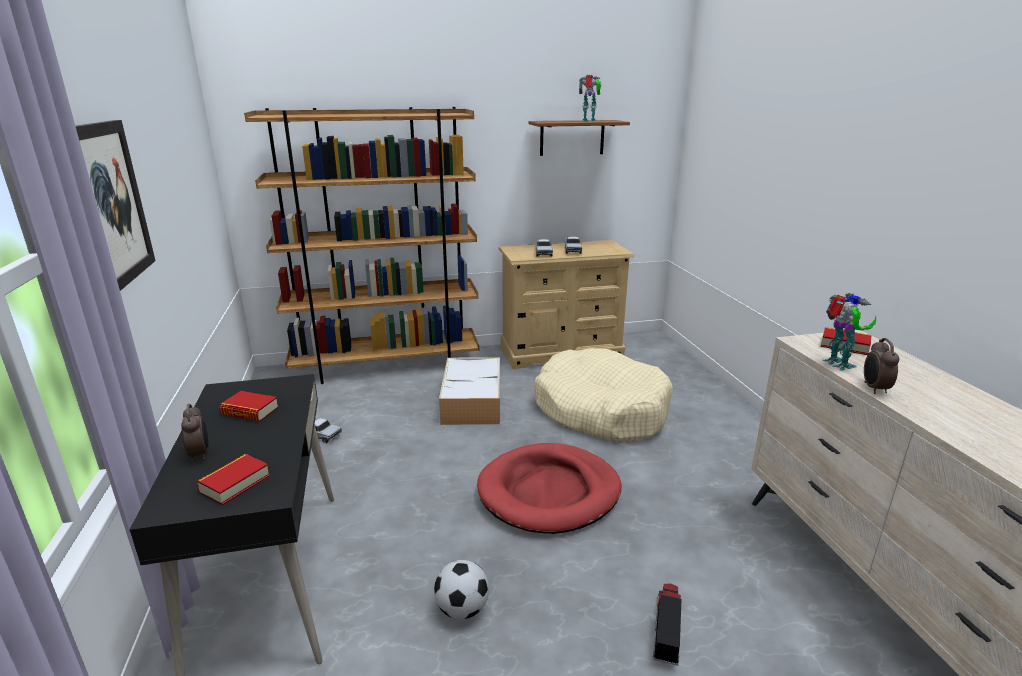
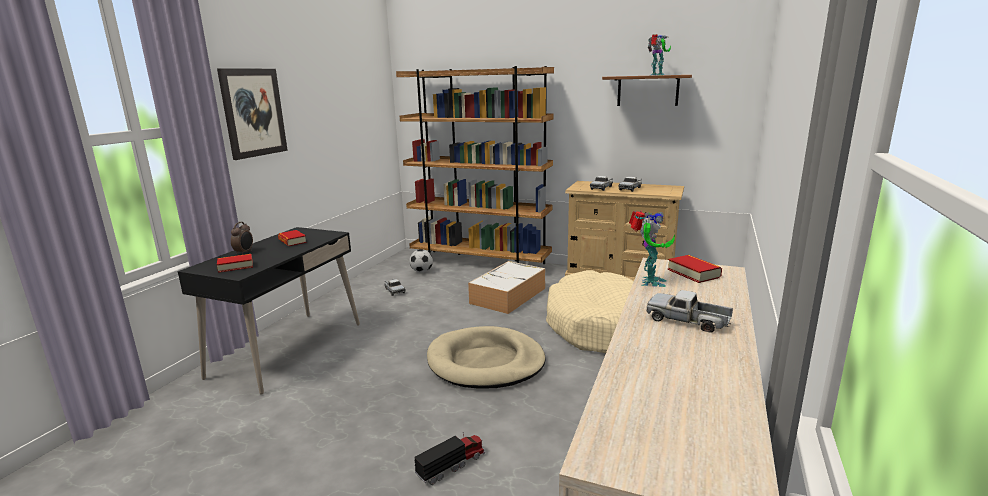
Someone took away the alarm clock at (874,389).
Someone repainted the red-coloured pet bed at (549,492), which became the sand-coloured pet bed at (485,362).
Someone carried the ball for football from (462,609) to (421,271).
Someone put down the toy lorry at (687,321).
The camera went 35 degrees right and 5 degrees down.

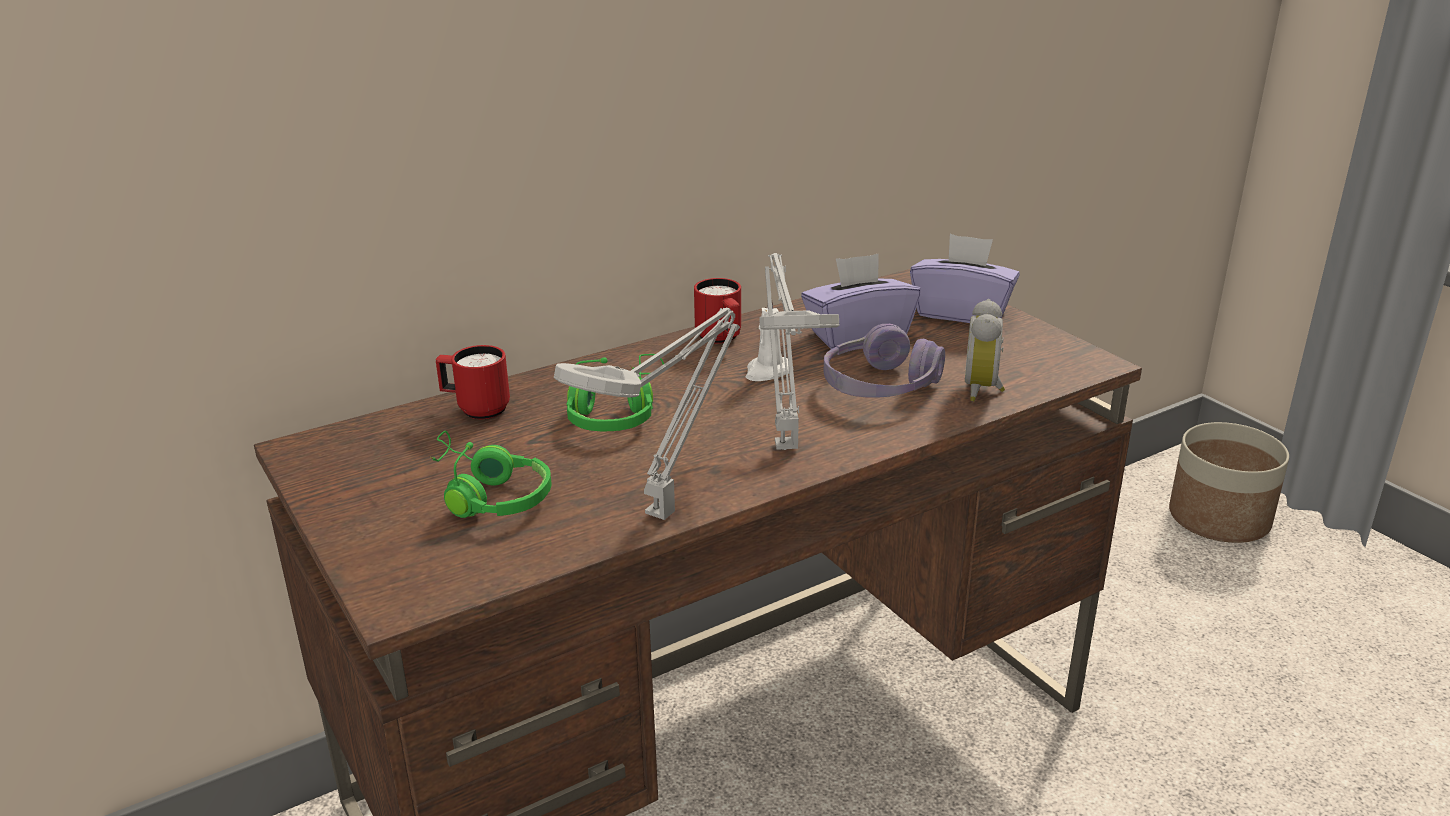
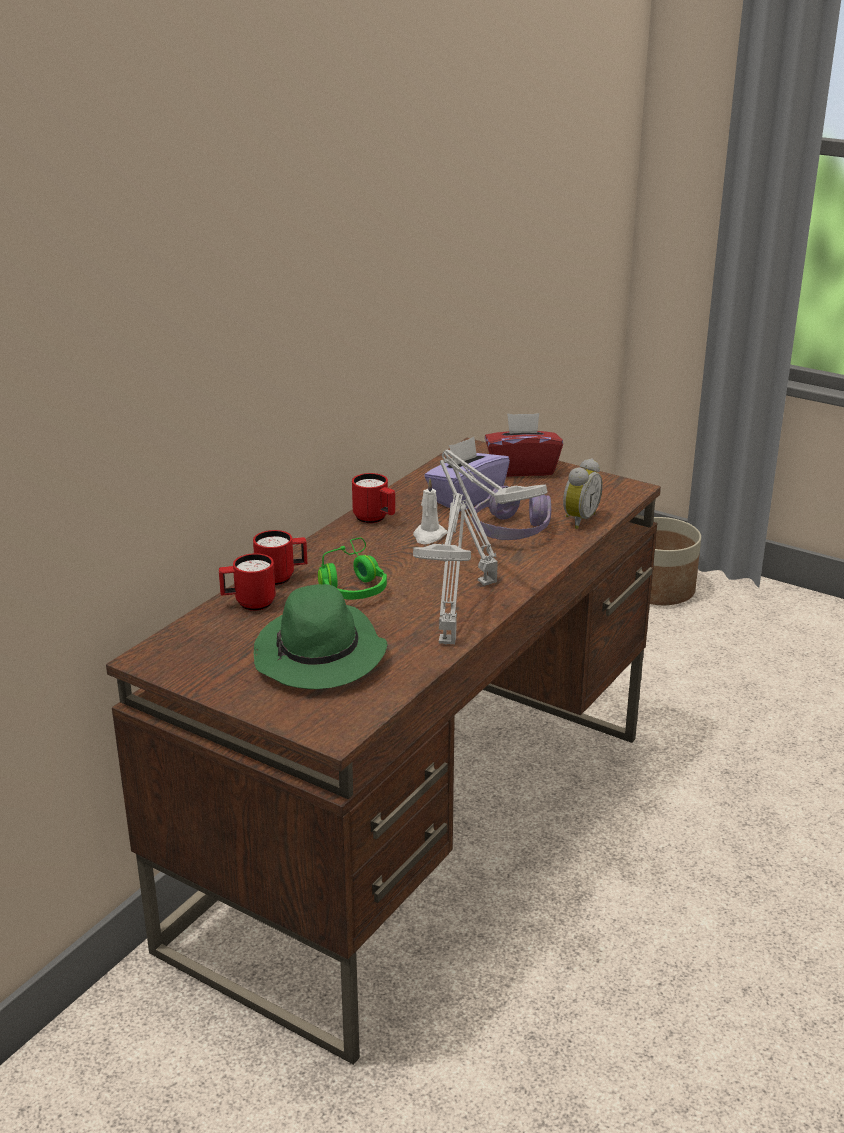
Someone repainted the purplish tissue box at (962,313), which became the red-coloured tissue box at (521,469).
Someone rotated the alarm clock at (984,390) by 135 degrees counterclockwise.
Someone swapped the greenish headset at (487,494) for the greenish wearable hat at (320,656).
Someone put down the red-coloured tea mug at (281,577).
The camera went 25 degrees left and 0 degrees up.

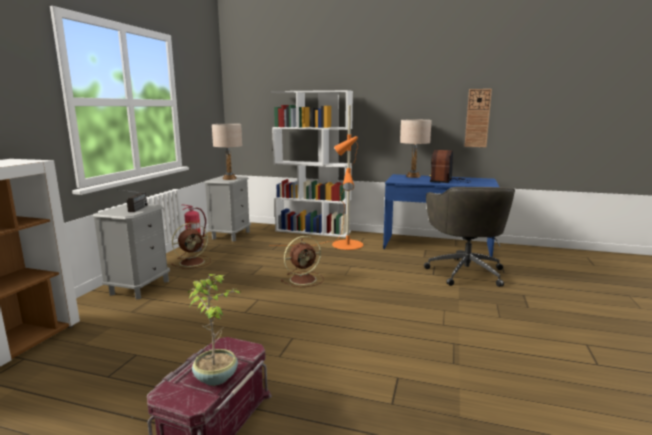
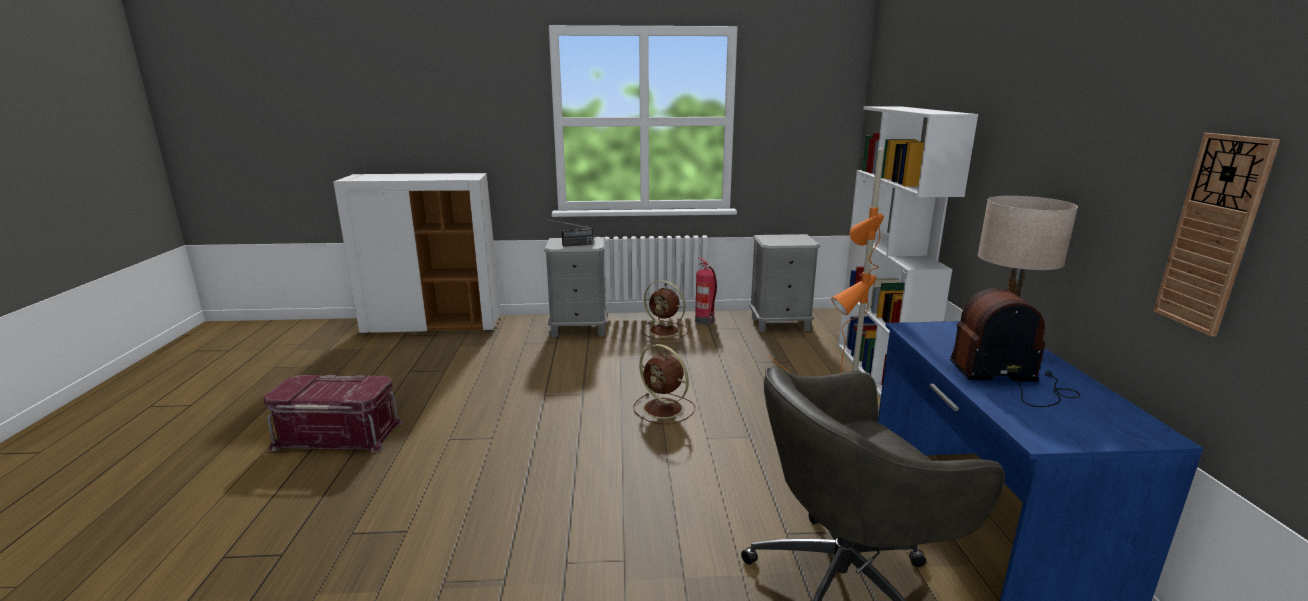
Someone took away the sand-coloured table lamp at (229,178).
Someone took away the plant in a pot at (216,377).
The camera went 70 degrees right and 5 degrees up.

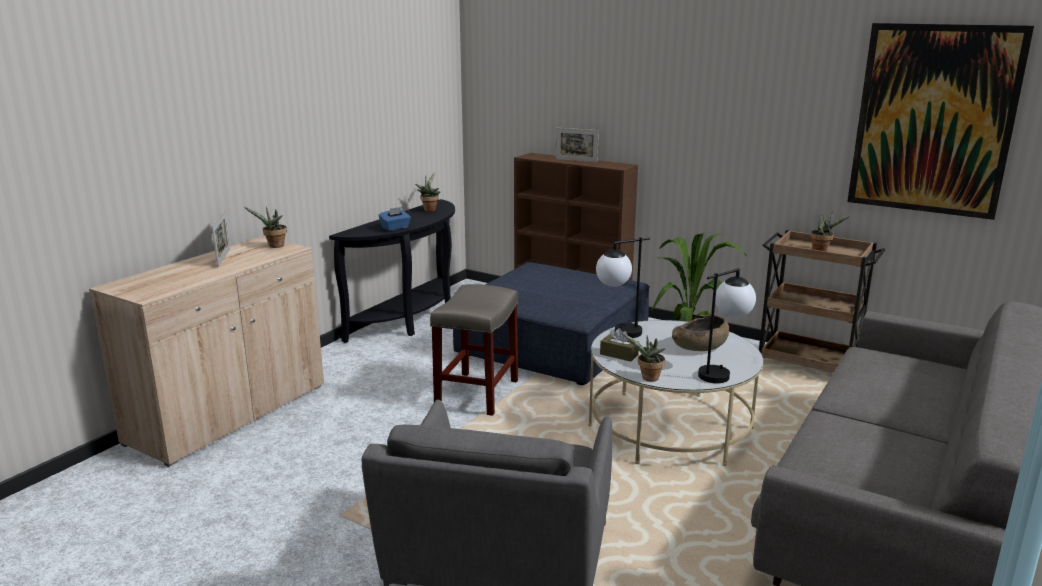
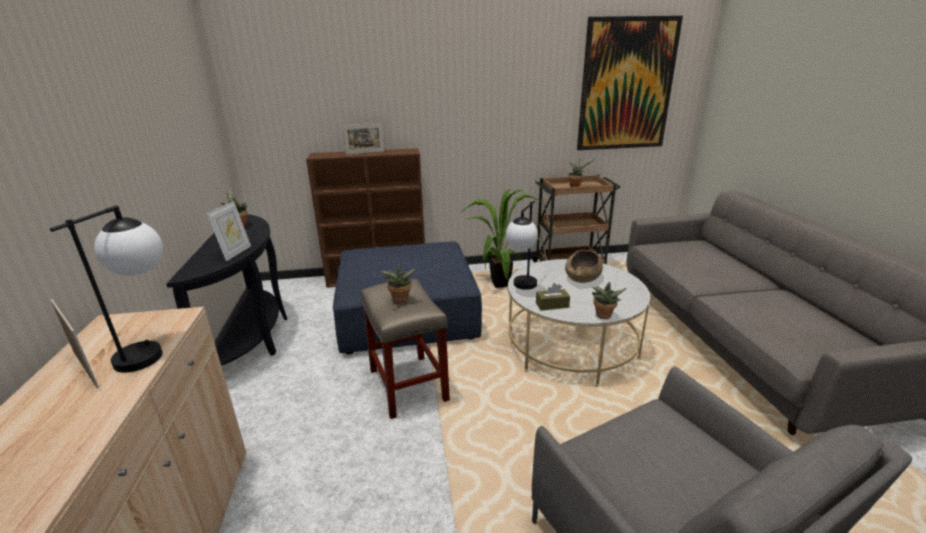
Someone carried the plant in a pot from (274,246) to (400,301).
Someone swapped the blue tissue box at (395,228) for the standing frame at (235,253).
Someone carried the table lamp from (722,373) to (152,349).
The camera went 40 degrees left and 5 degrees up.

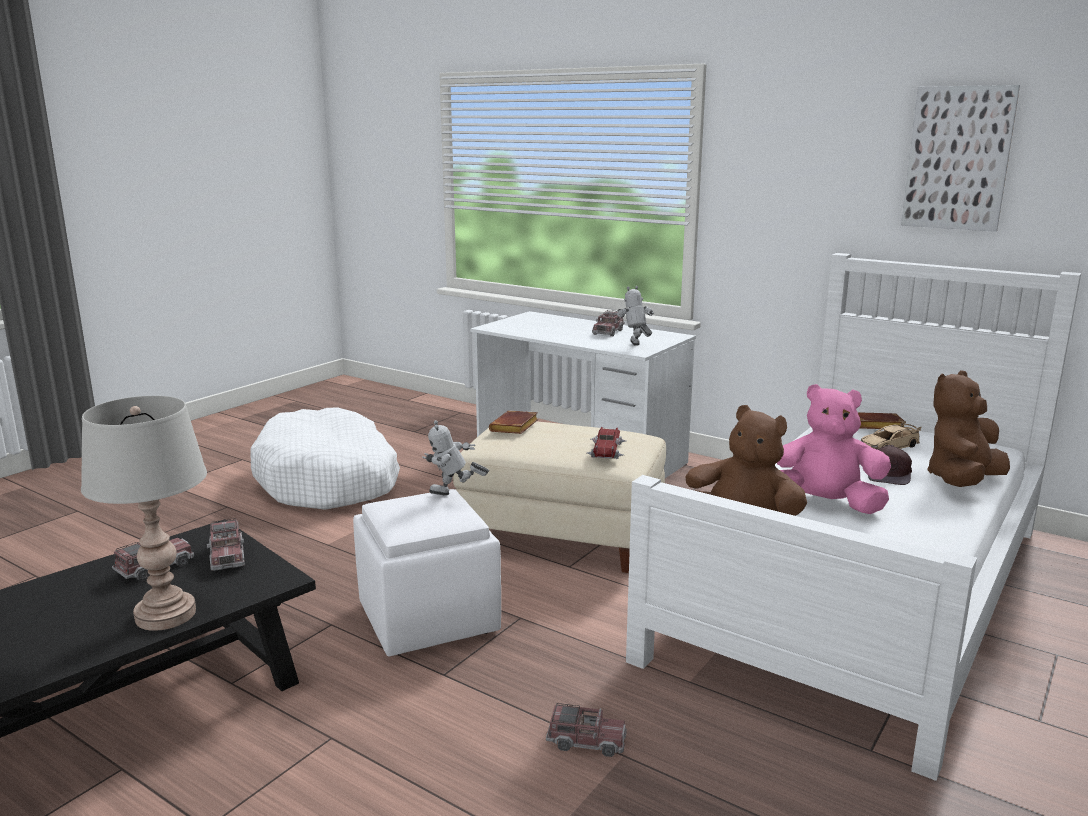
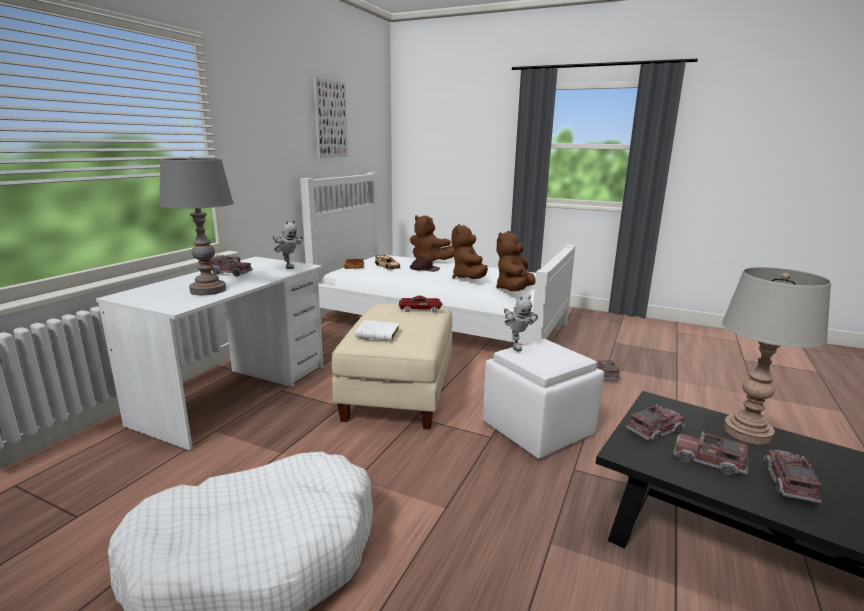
Someone rotated the toy robot at (636,346) by 105 degrees counterclockwise.
Someone repainted the pink-coloured plush toy at (824,504), which became the brown-coloured plush toy at (469,278).
Someone repainted the brown-coloured book at (515,427), which became the white book at (379,334).
Someone put down the gray table lamp at (208,290).
Someone put down the toy lorry at (788,484).
The camera went 100 degrees left and 0 degrees up.

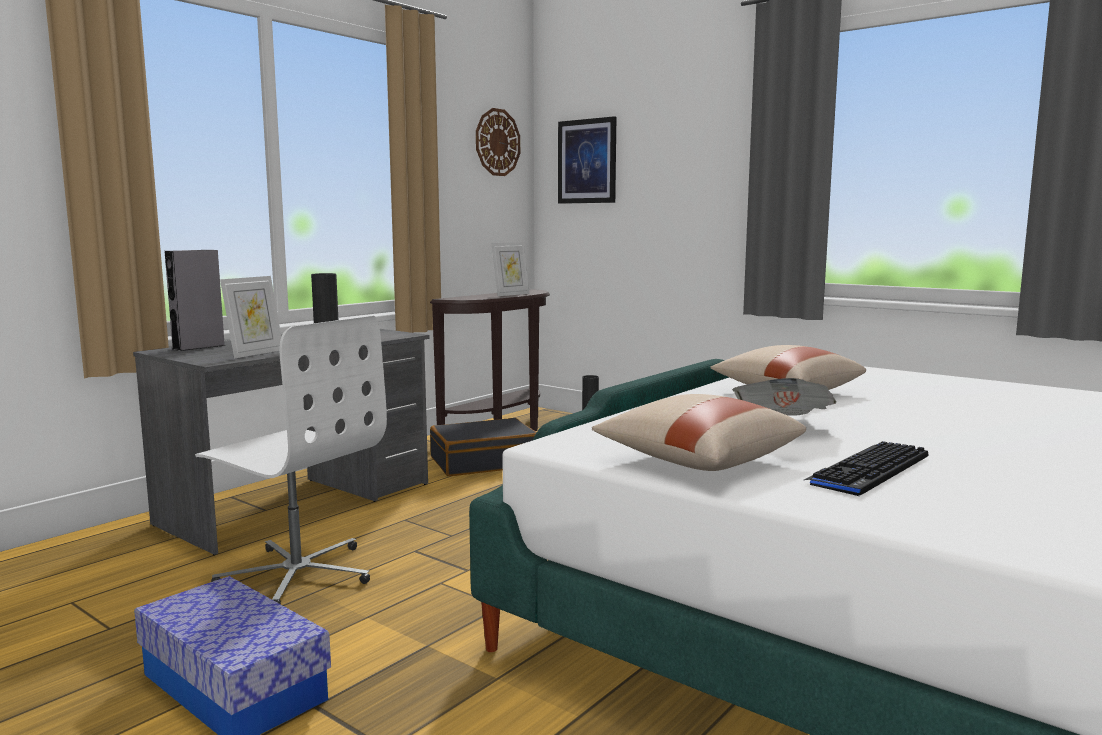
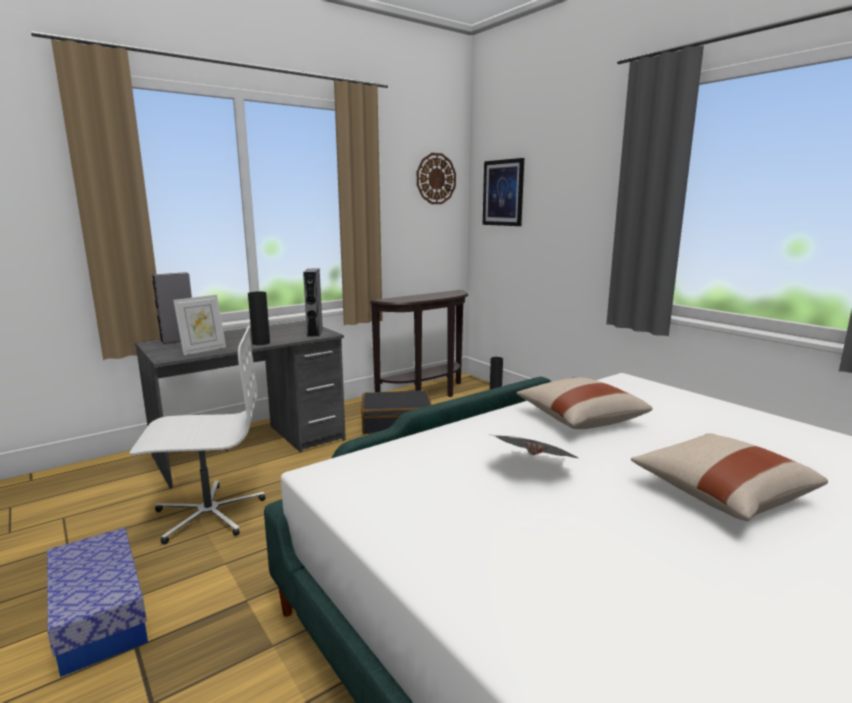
Someone took away the standing frame at (511,294).
Someone rotated the white office chair at (297,574) by 60 degrees counterclockwise.
Someone carried the sand-coloured throw pillow from (697,460) to (720,494).
Someone took away the PC keyboard at (868,470).
Someone put down the gray audio speaker at (315,333).
The camera went 15 degrees right and 5 degrees up.

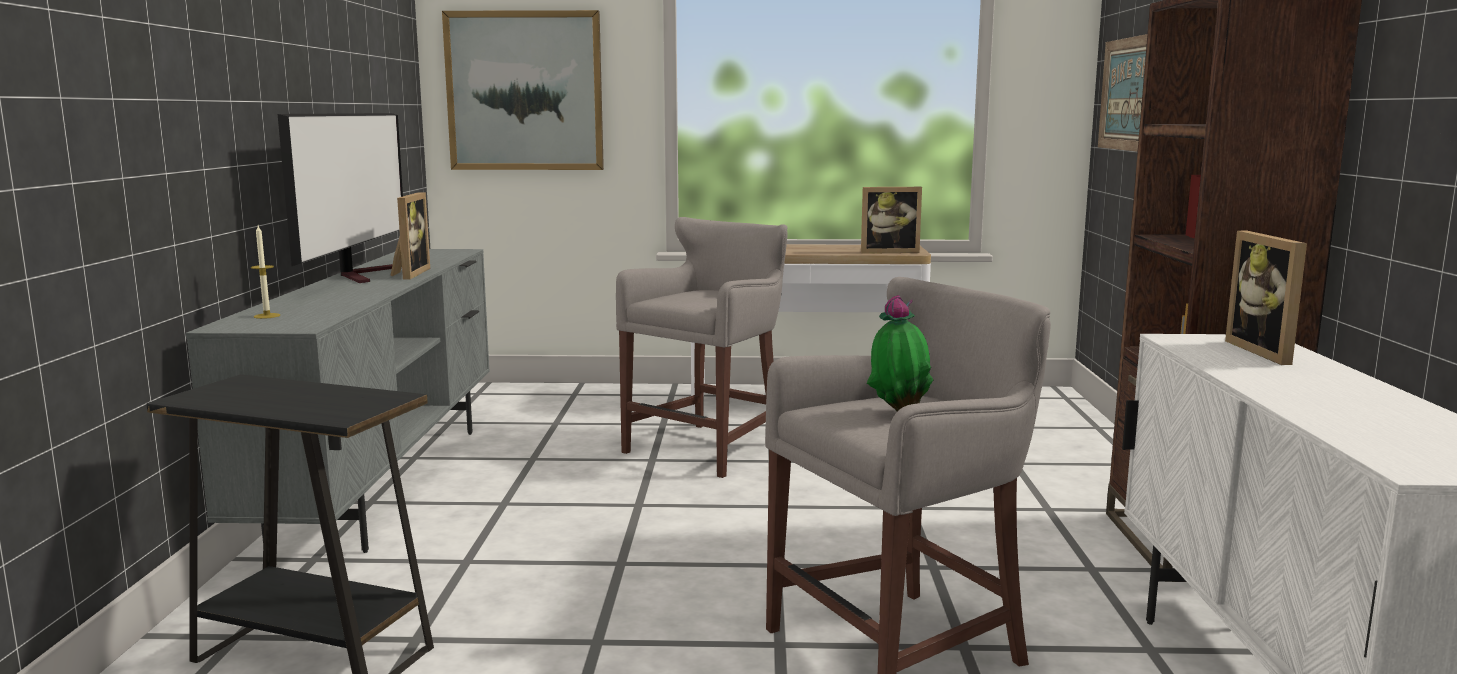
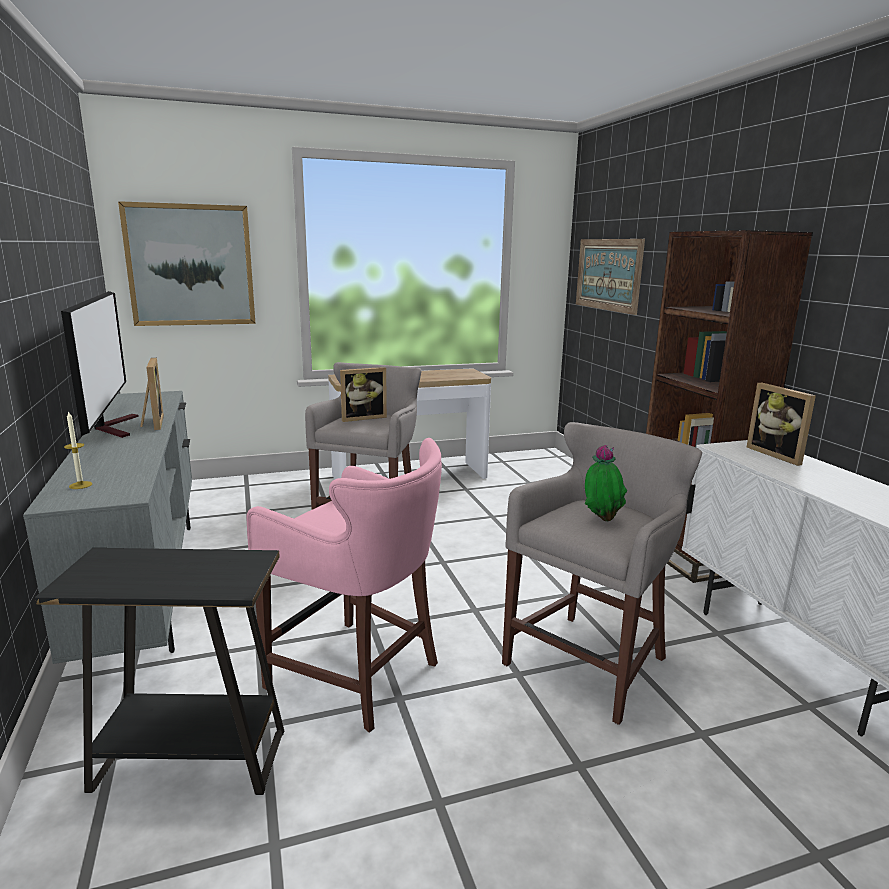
Someone carried the standing frame from (888,251) to (362,417).
Someone put down the pink-coloured stool at (359,674).
The camera went 20 degrees left and 5 degrees up.

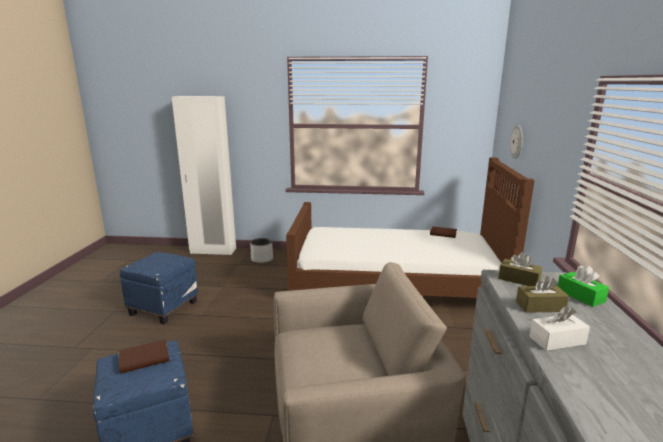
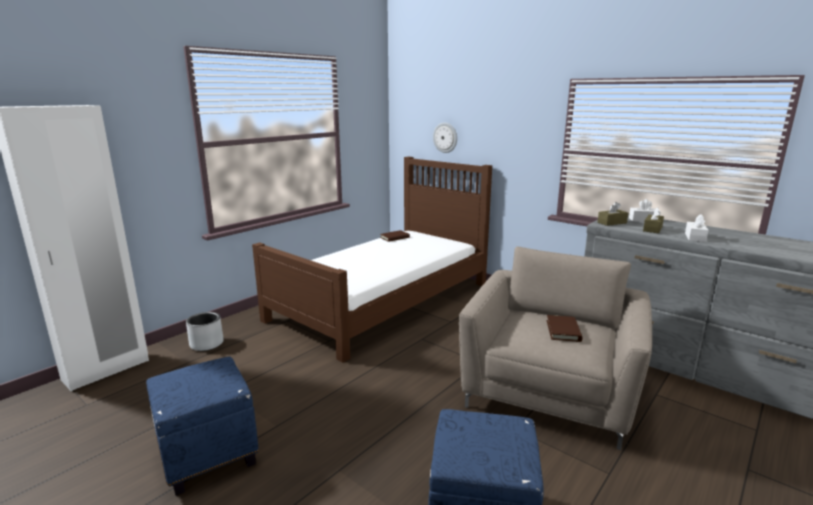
Someone repainted the greenish tissue box at (580,296), which became the white tissue box at (643,220).
Someone carried the brown-coloured book from (144,359) to (563,331).
The camera went 55 degrees left and 0 degrees up.

